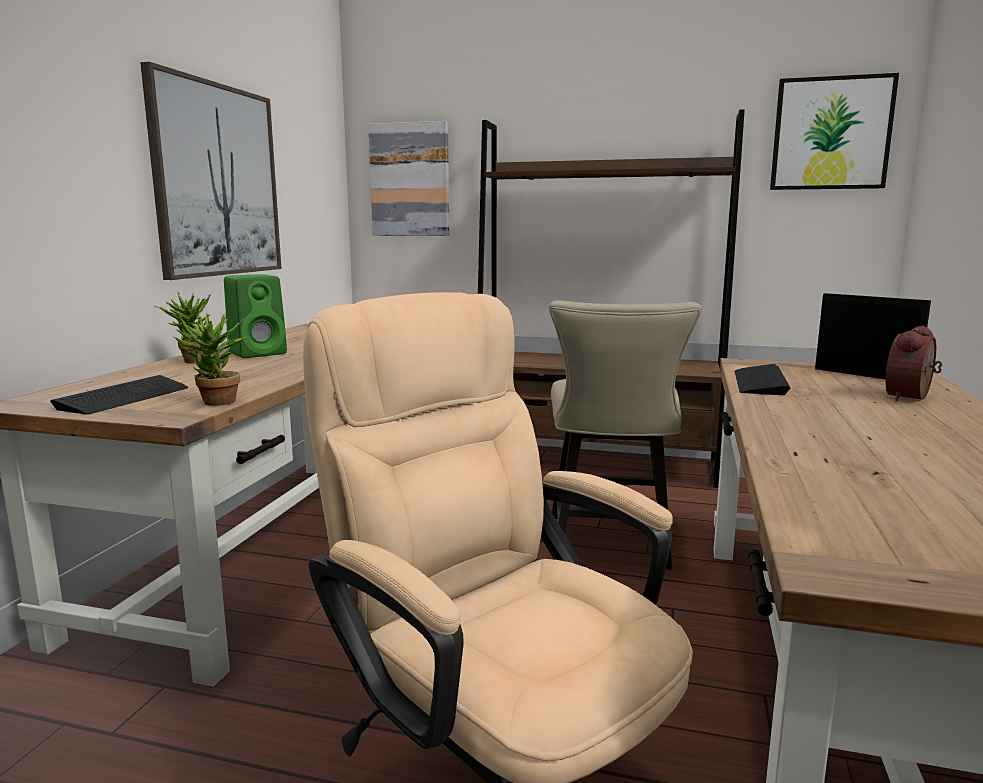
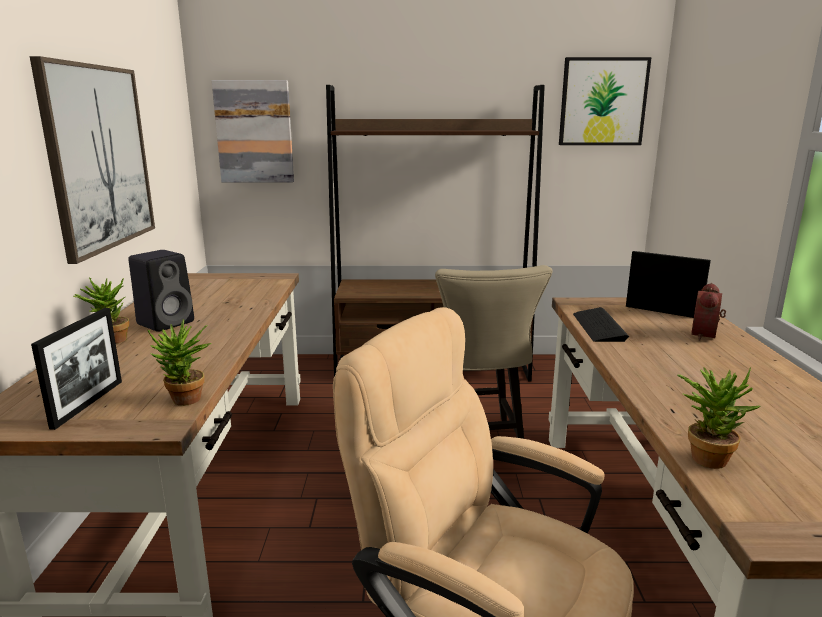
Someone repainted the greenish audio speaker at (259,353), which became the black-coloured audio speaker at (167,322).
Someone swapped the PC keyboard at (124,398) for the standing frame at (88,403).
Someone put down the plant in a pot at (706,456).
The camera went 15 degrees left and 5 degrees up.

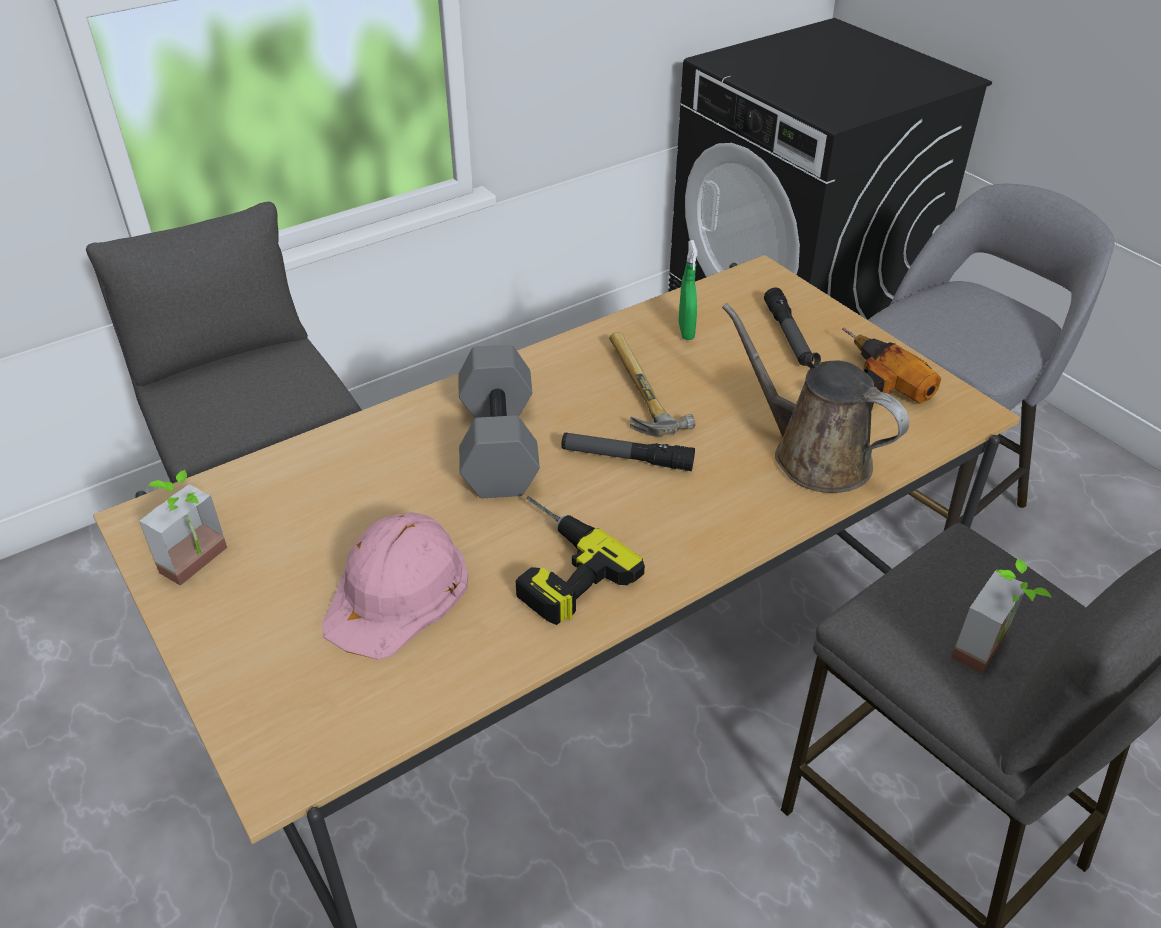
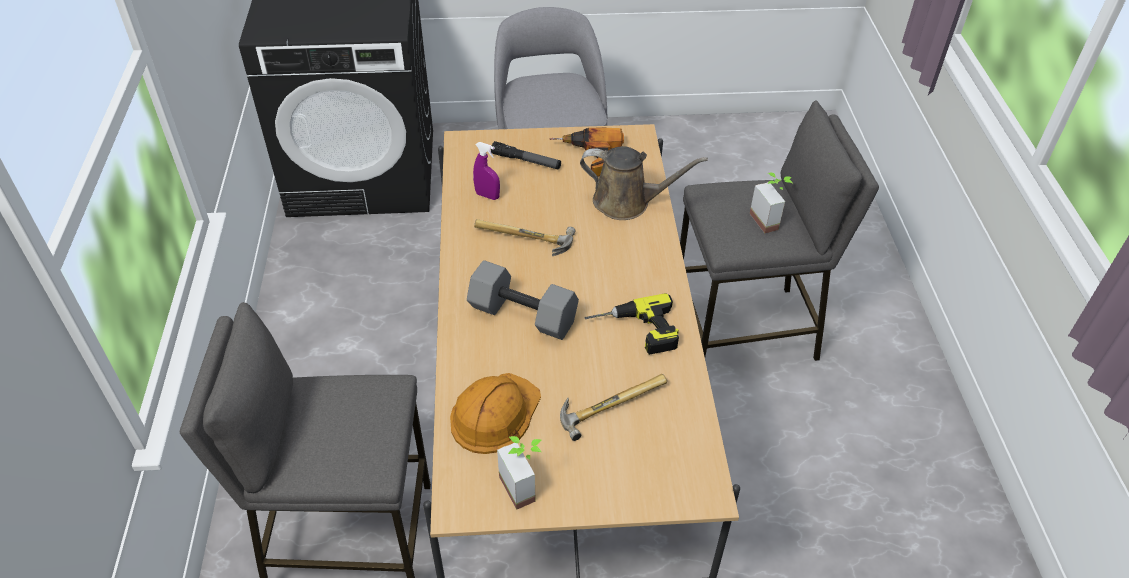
Someone repainted the greenish hand sprayer at (686,331), which became the purplish hand sprayer at (487,195).
Someone rotated the brown-coloured sprinkling can at (813,455) by 150 degrees counterclockwise.
Someone took away the hand torch at (627,458).
Someone swapped the pink-coloured hard hat at (397,591) for the tool hammer at (610,402).
Someone put down the orange hard hat at (494,413).
The camera went 60 degrees left and 5 degrees up.

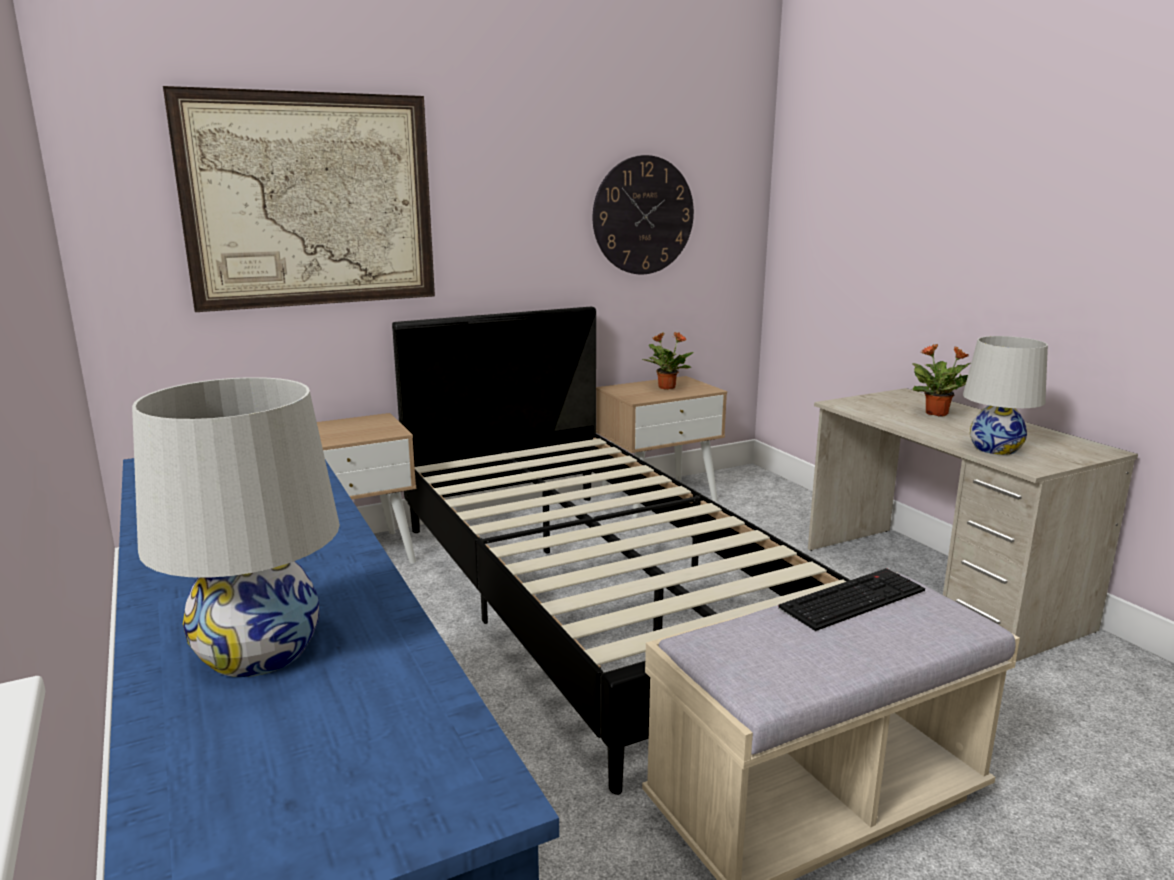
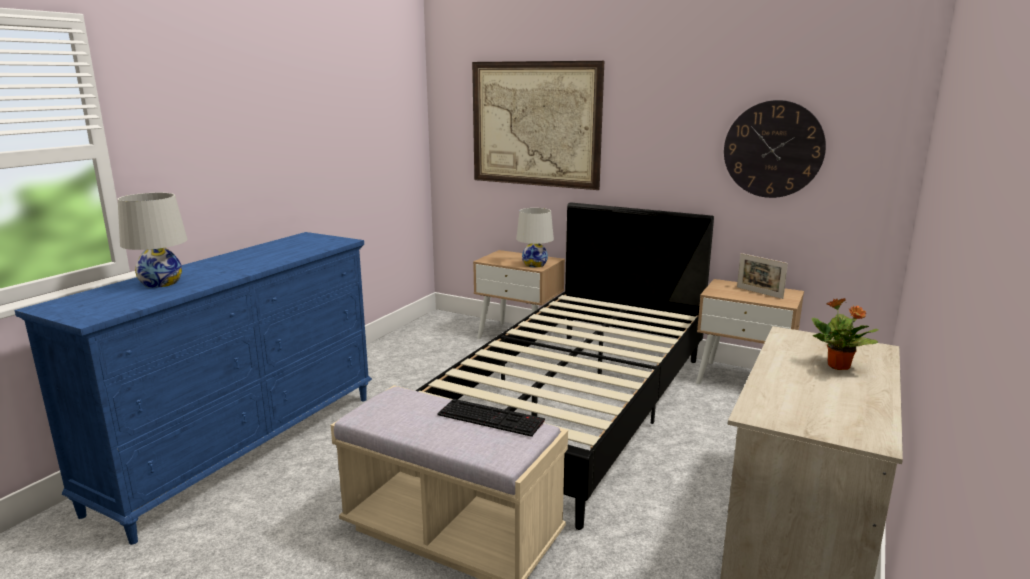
Someone swapped the plant in a pot at (666,387) for the standing frame at (759,292).
Someone carried the white table lamp from (995,448) to (534,264).
The camera went 55 degrees right and 0 degrees up.

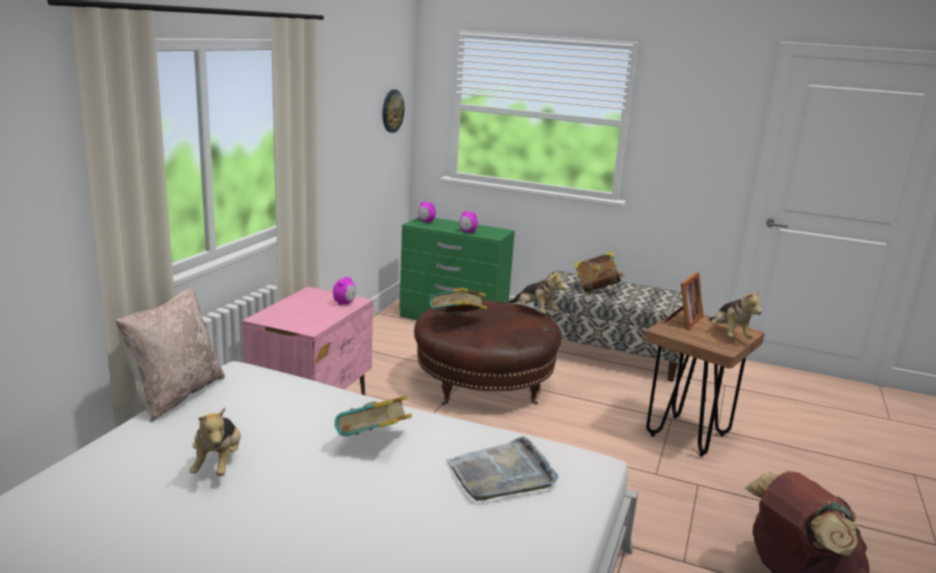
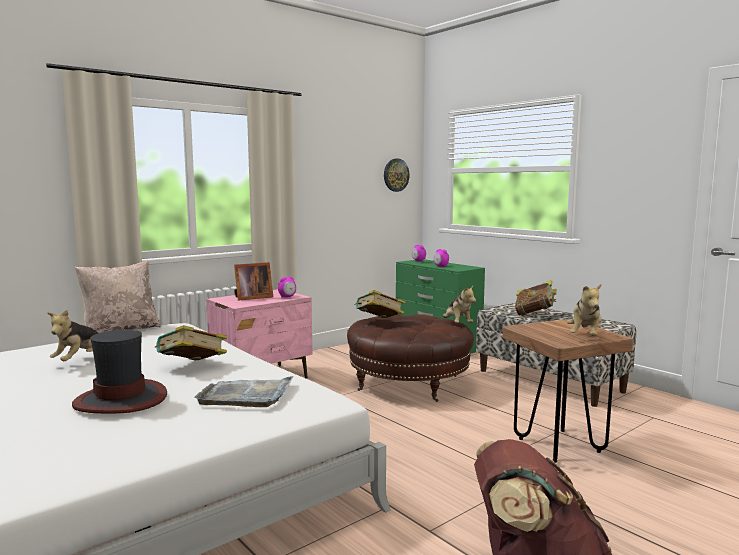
Someone carried the standing frame from (684,321) to (252,298).
Someone put down the wearable hat at (121,399).
The camera went 30 degrees right and 10 degrees down.

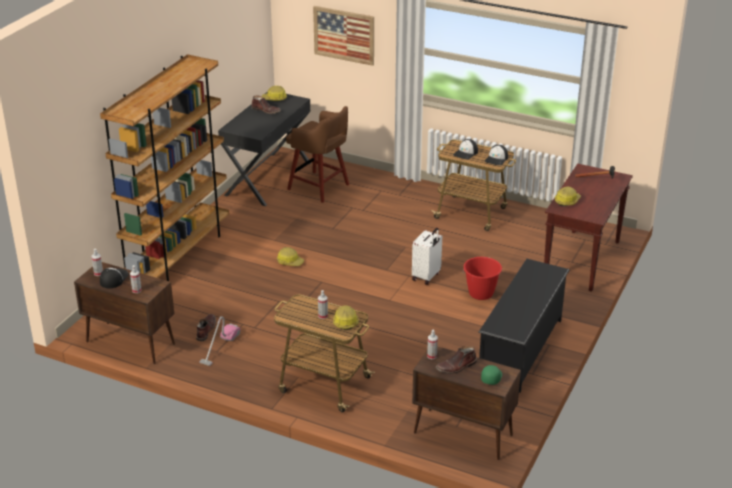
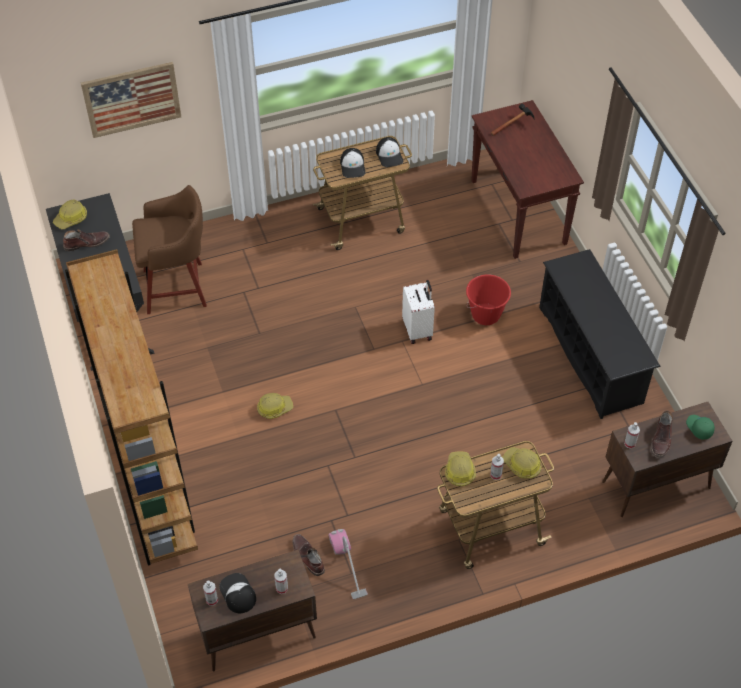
Someone carried the hard hat from (567,201) to (459,471).
The camera went 45 degrees left and 20 degrees up.

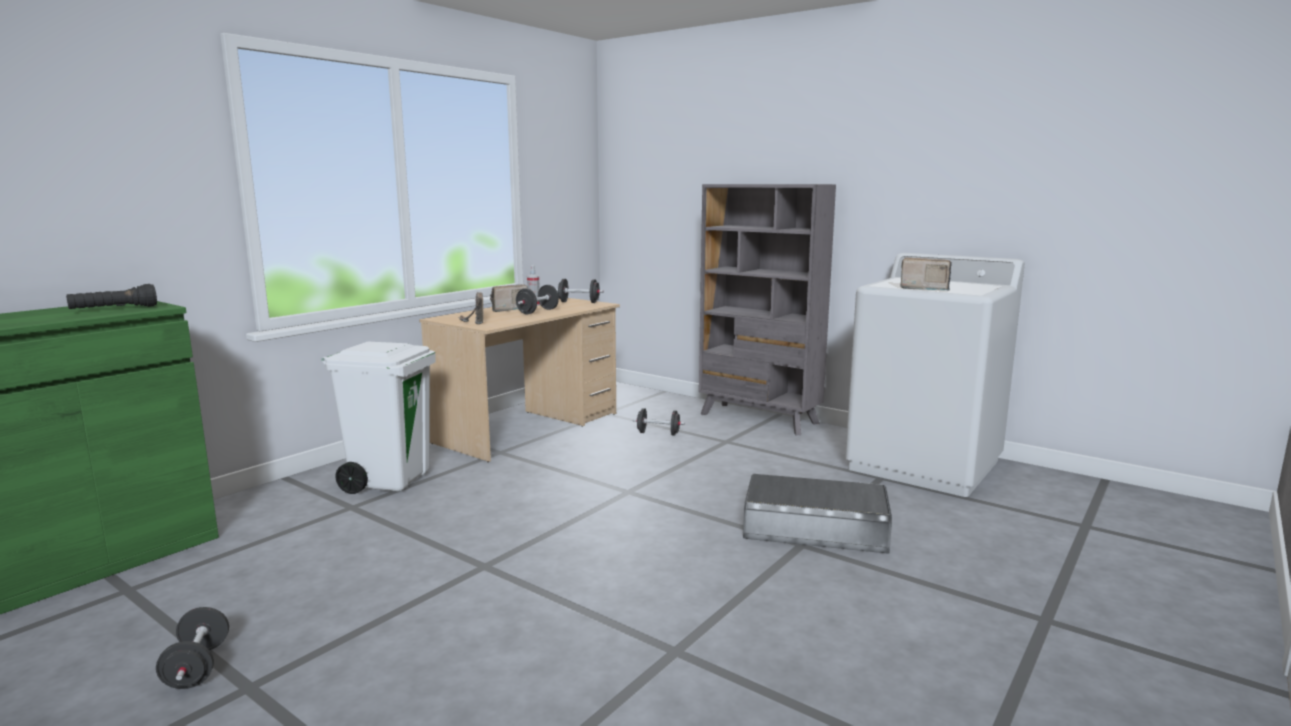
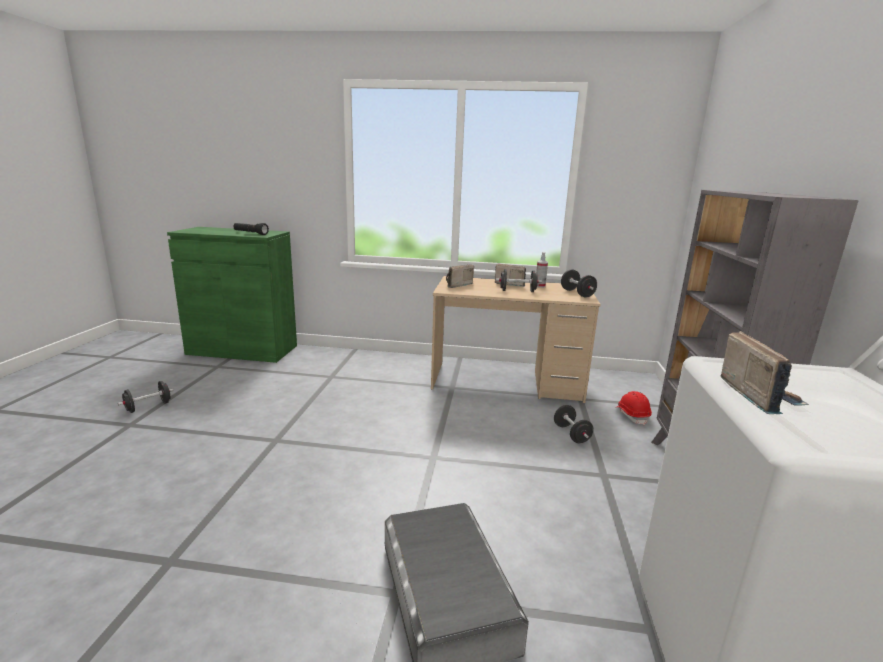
Someone took away the white trash can at (390,480).
Someone put down the red-coloured hard hat at (632,415).
The camera went 60 degrees right and 5 degrees up.

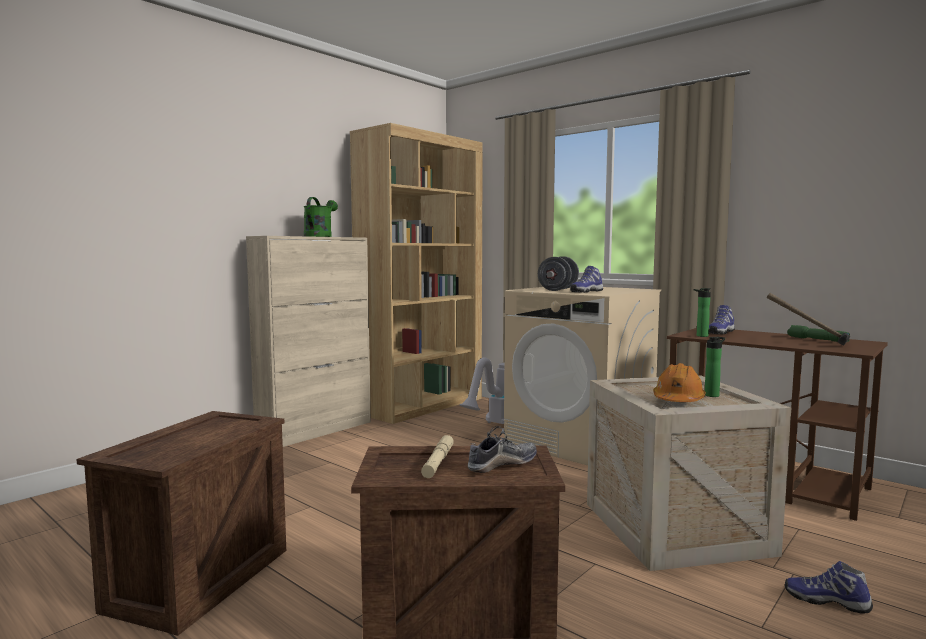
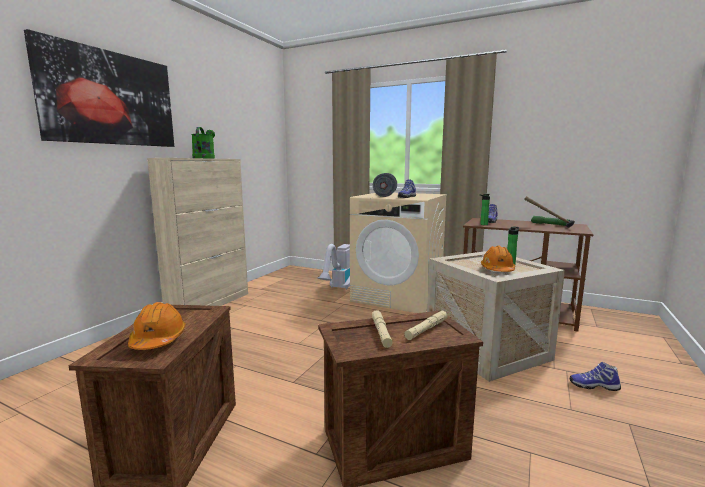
Someone took away the brown-coloured bookshelf at (422,405).
Someone swapped the low shoe at (501,464) for the sand-coloured hand torch at (426,329).
Someone put up the wall picture at (110,98).
Someone put down the orange hard hat at (158,339).
The camera went 15 degrees left and 5 degrees up.

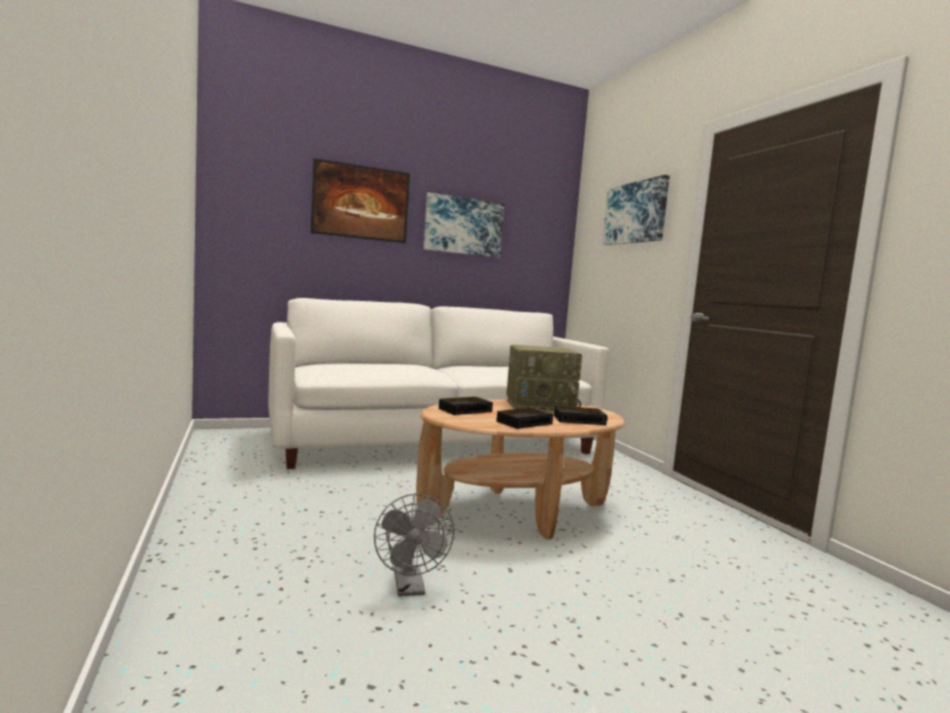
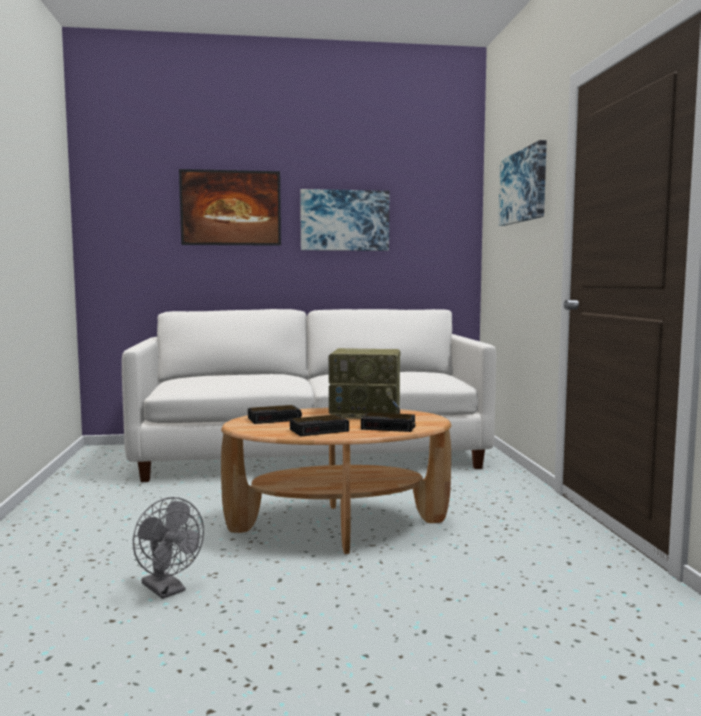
Someone rotated the gray fan at (410,588) by 45 degrees counterclockwise.
The camera went 15 degrees right and 0 degrees up.

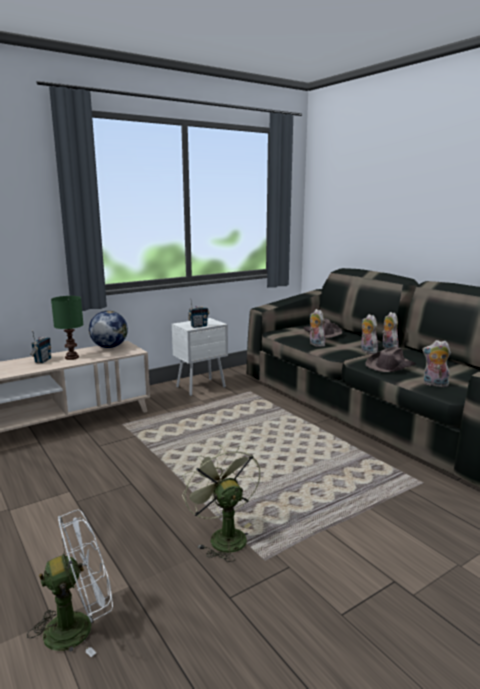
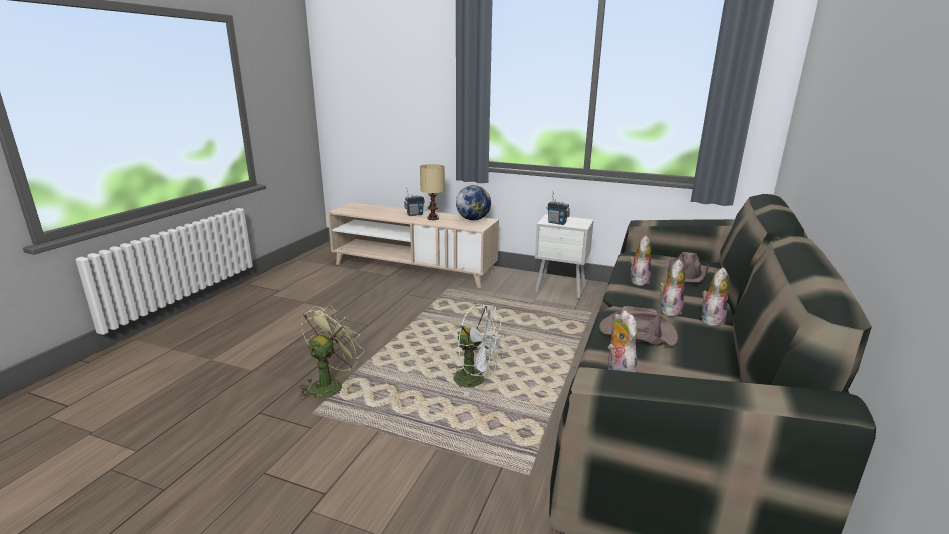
Someone repainted the greenish table lamp at (72,357), which became the sand-coloured table lamp at (433,218).
Someone carried the white fan from (79,626) to (476,380).
The camera went 55 degrees right and 5 degrees up.

